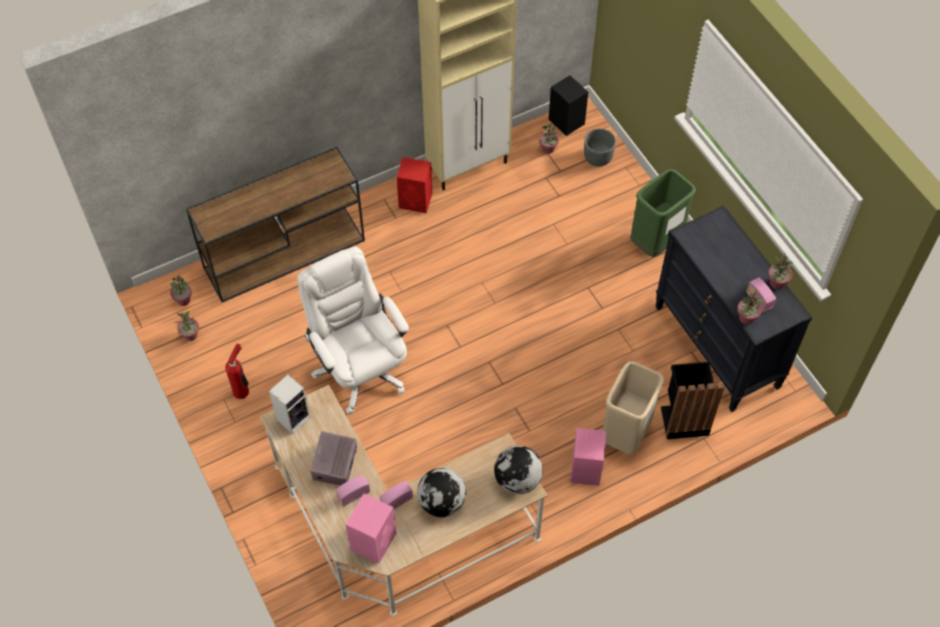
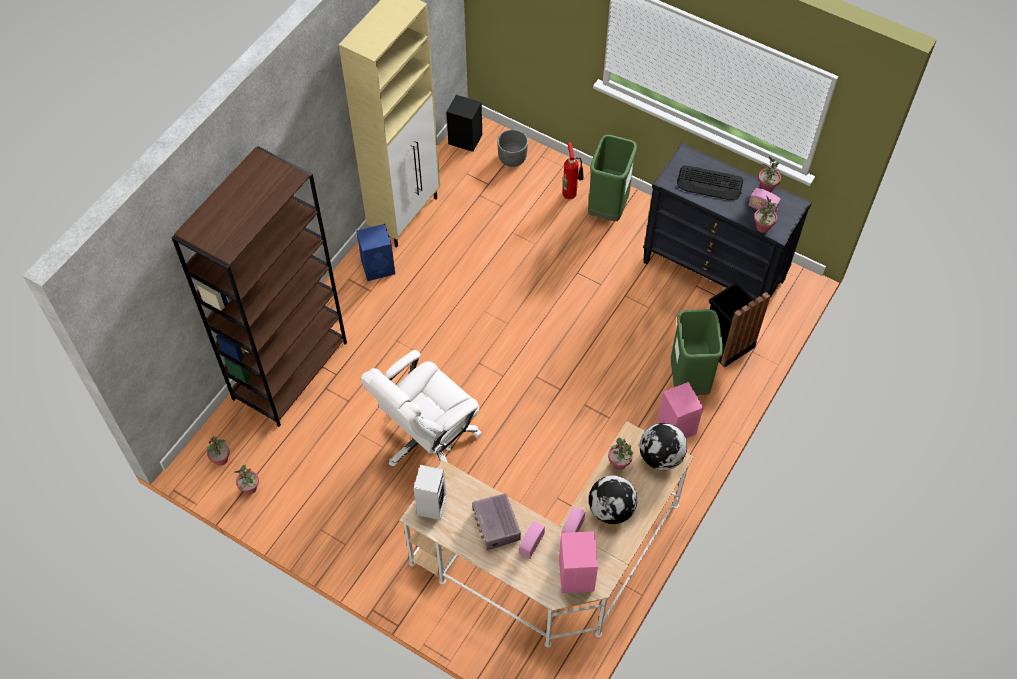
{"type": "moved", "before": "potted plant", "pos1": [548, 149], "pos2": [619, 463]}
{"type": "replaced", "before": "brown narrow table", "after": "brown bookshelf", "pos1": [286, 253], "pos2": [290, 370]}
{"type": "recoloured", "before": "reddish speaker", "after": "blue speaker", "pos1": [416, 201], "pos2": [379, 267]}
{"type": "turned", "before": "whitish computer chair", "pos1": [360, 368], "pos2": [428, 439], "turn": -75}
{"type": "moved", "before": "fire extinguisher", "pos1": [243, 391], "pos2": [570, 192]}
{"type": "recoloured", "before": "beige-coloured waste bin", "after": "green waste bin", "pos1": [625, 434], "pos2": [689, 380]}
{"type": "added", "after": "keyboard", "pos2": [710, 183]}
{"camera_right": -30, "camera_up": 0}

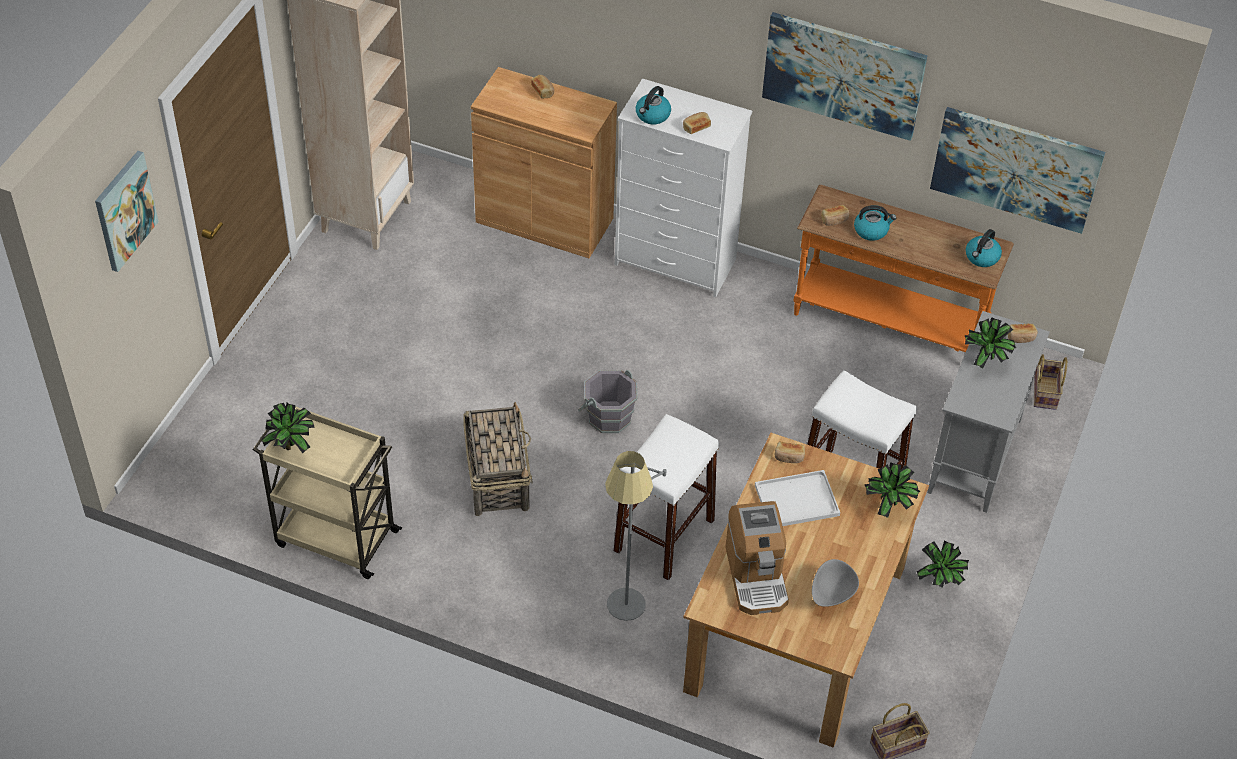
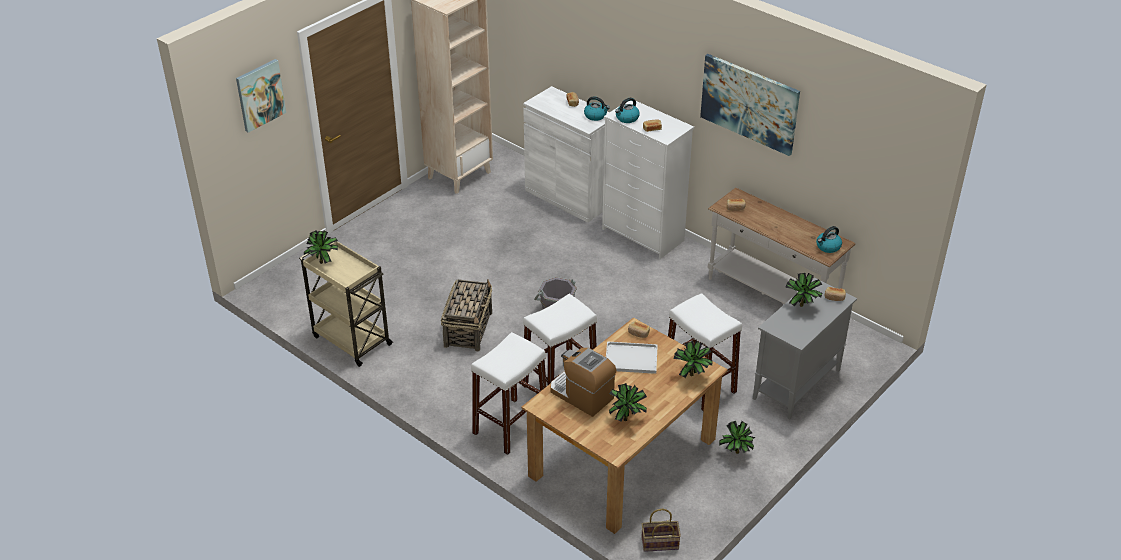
{"type": "recoloured", "before": "brown cabinet", "after": "whitish cabinet", "pos1": [544, 220], "pos2": [569, 197]}
{"type": "removed", "before": "wall picture", "pos1": [1016, 168]}
{"type": "recoloured", "before": "orange-coloured narrow table", "after": "whitish narrow table", "pos1": [888, 325], "pos2": [770, 297]}
{"type": "moved", "before": "tea kettle", "pos1": [871, 230], "pos2": [596, 116]}
{"type": "removed", "before": "basket", "pos1": [1046, 393]}
{"type": "replaced", "before": "greyish standing lamp", "after": "whitish stool", "pos1": [625, 619], "pos2": [510, 426]}
{"type": "turned", "before": "coffee maker", "pos1": [756, 576], "pos2": [581, 395], "turn": 120}
{"type": "replaced", "before": "greyish bowl", "after": "potted plant", "pos1": [831, 596], "pos2": [626, 418]}
{"camera_right": 20, "camera_up": -10}

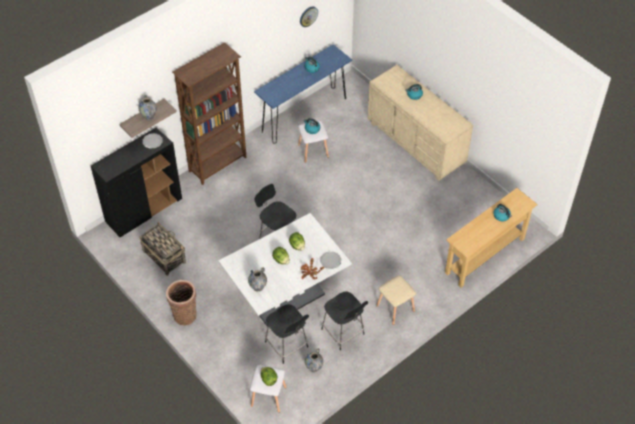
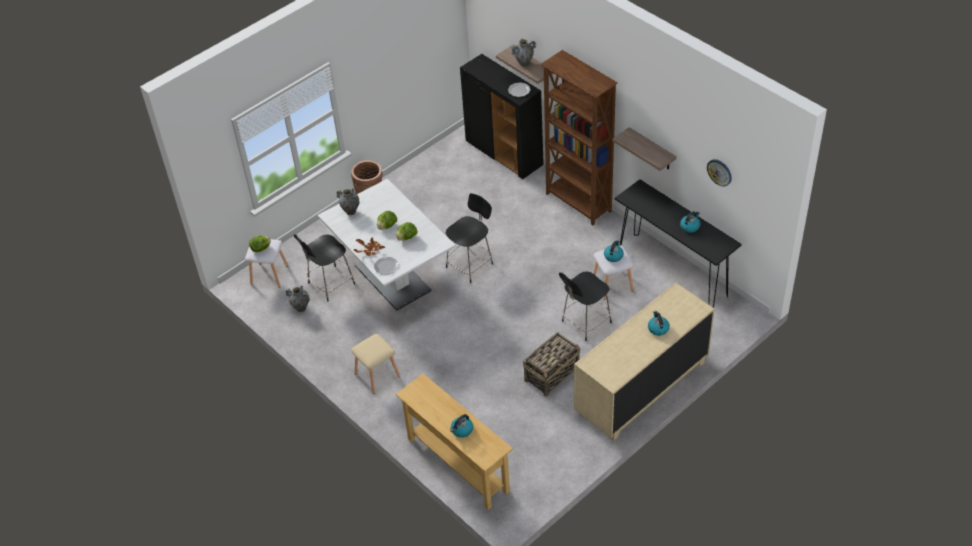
{"type": "recoloured", "before": "blue narrow table", "after": "black narrow table", "pos1": [304, 115], "pos2": [672, 271]}
{"type": "moved", "before": "basket", "pos1": [164, 256], "pos2": [552, 374]}
{"type": "moved", "before": "black upright chair", "pos1": [343, 332], "pos2": [585, 323]}
{"type": "added", "after": "bracket shelf", "pos2": [652, 149]}
{"camera_right": 90, "camera_up": -5}

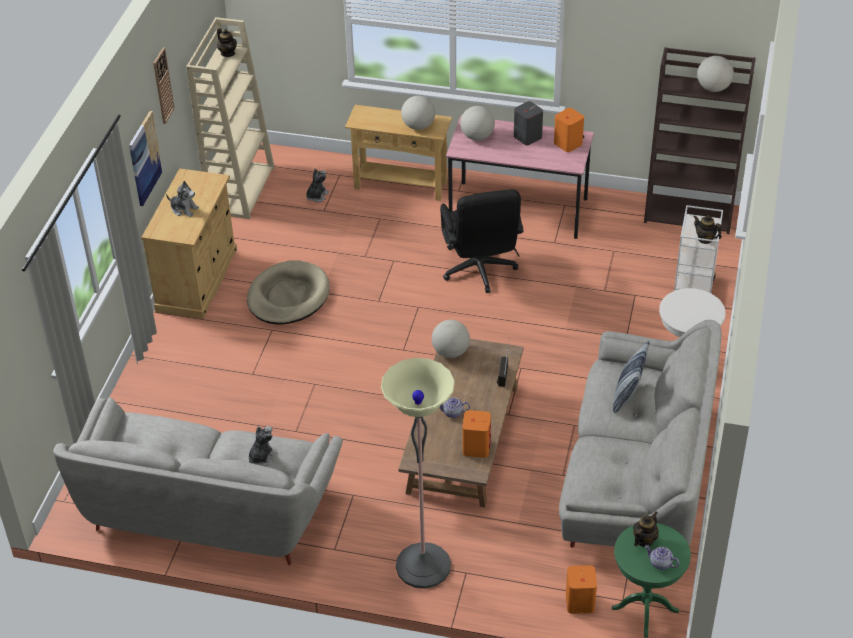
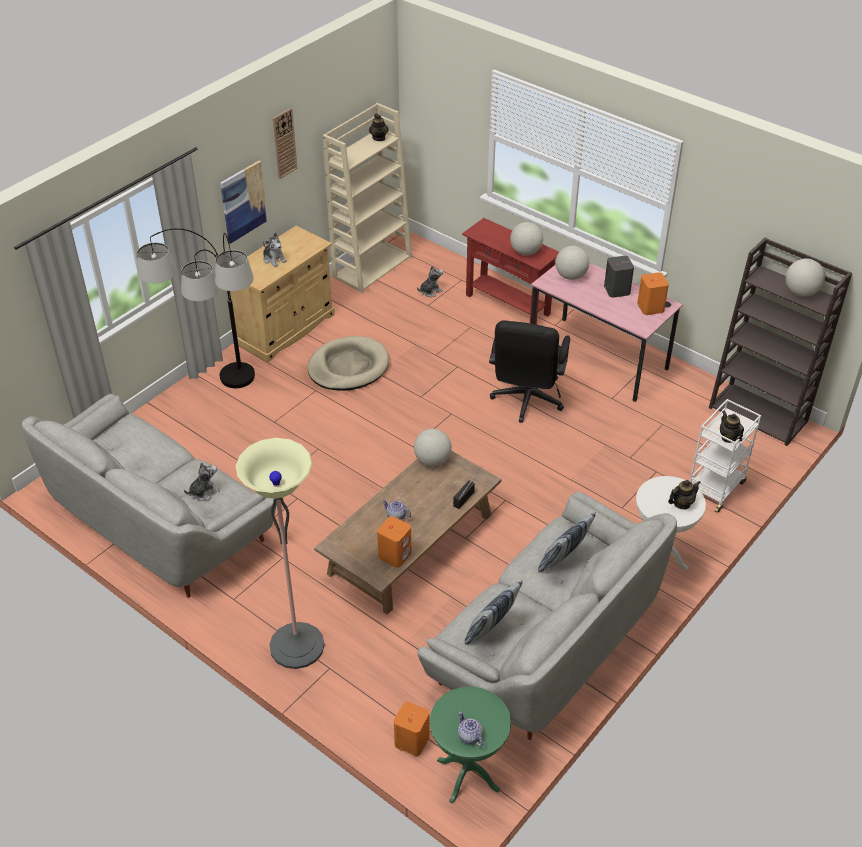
{"type": "recoloured", "before": "beige-coloured narrow table", "after": "reddish narrow table", "pos1": [400, 185], "pos2": [507, 304]}
{"type": "moved", "before": "pot for tea", "pos1": [644, 540], "pos2": [681, 503]}
{"type": "added", "after": "standing lamp", "pos2": [226, 406]}
{"type": "added", "after": "cushion", "pos2": [491, 630]}
{"camera_right": 25, "camera_up": 0}

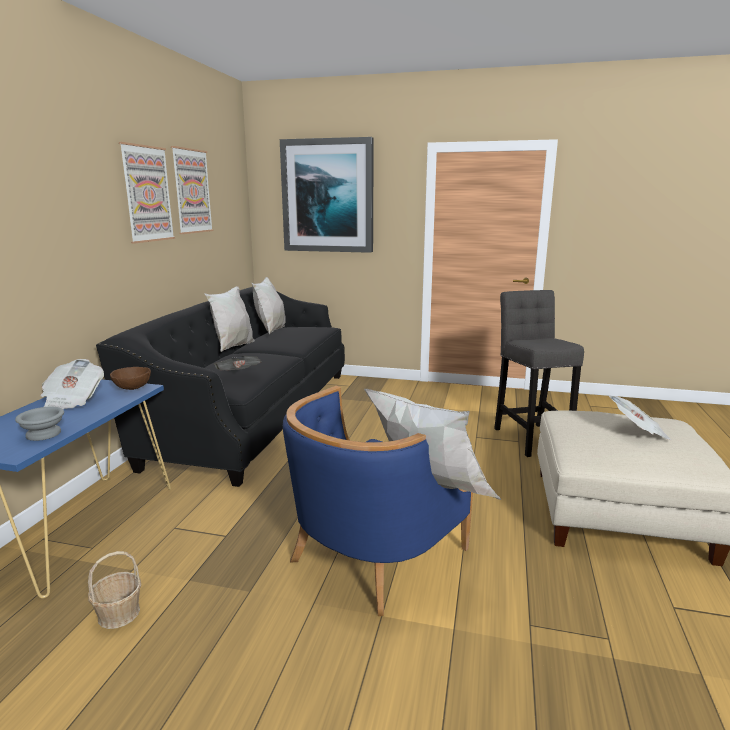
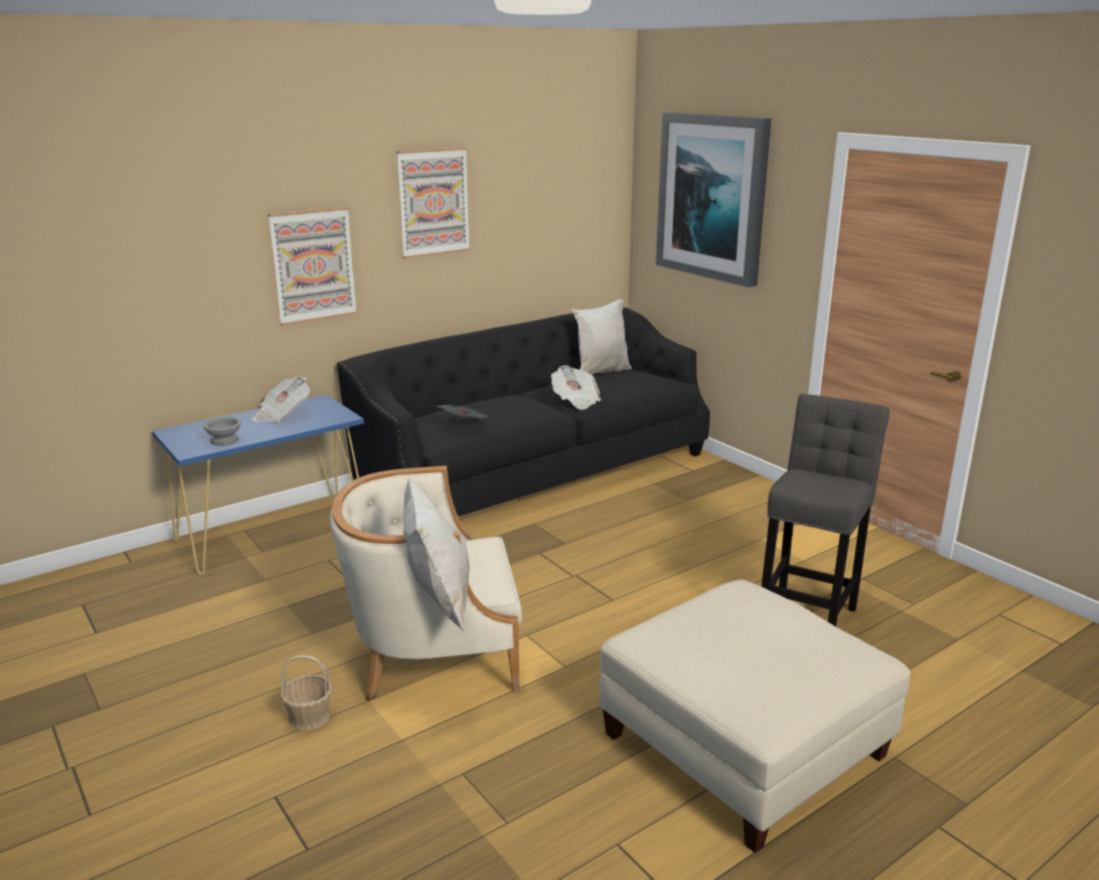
{"type": "moved", "before": "wall picture", "pos1": [192, 191], "pos2": [313, 265]}
{"type": "removed", "before": "whitish cushion", "pos1": [233, 347]}
{"type": "removed", "before": "brown bowl", "pos1": [133, 388]}
{"type": "recoloured", "before": "blue easy chair", "after": "beige-coloured easy chair", "pos1": [373, 554], "pos2": [434, 653]}
{"type": "moved", "before": "daily paper", "pos1": [637, 432], "pos2": [575, 401]}
{"type": "moved", "before": "basket", "pos1": [118, 614], "pos2": [309, 716]}
{"camera_right": 40, "camera_up": 5}

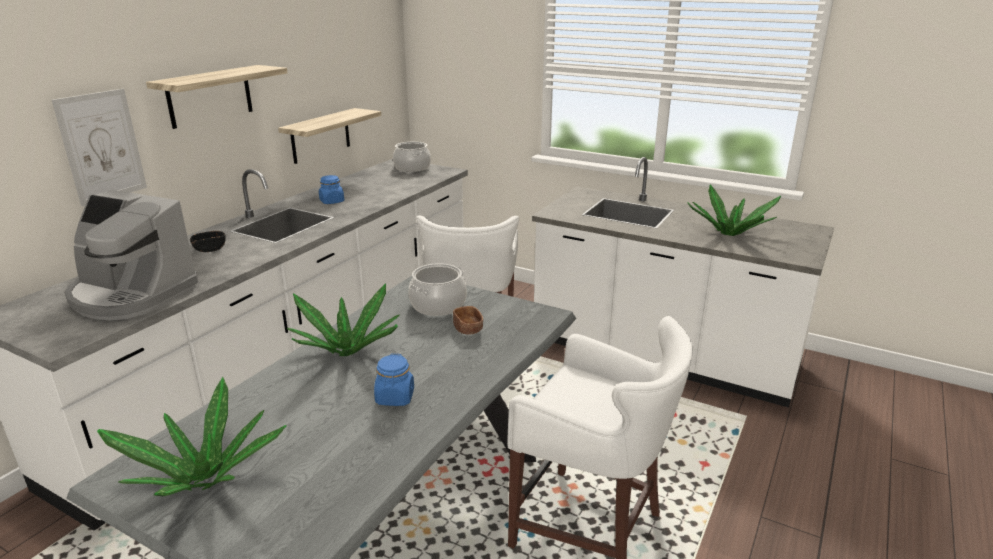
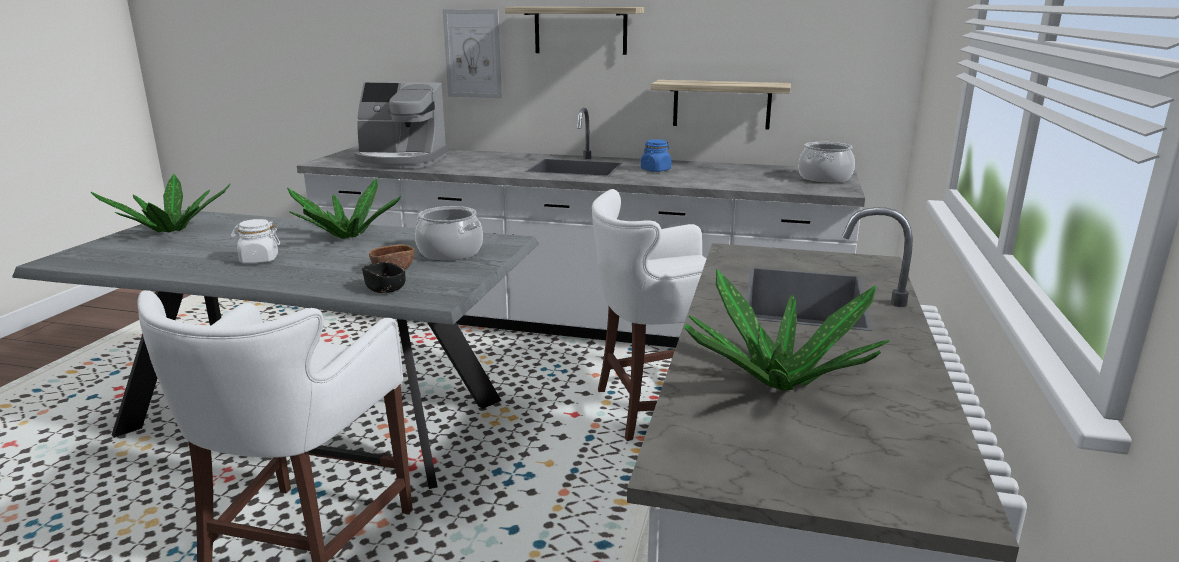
{"type": "turned", "before": "coffee maker", "pos1": [131, 295], "pos2": [400, 161], "turn": -90}
{"type": "moved", "before": "black bowl", "pos1": [210, 249], "pos2": [385, 289]}
{"type": "recoloured", "before": "blue preserve jar", "after": "whitish preserve jar", "pos1": [395, 397], "pos2": [259, 260]}
{"camera_right": 75, "camera_up": -5}

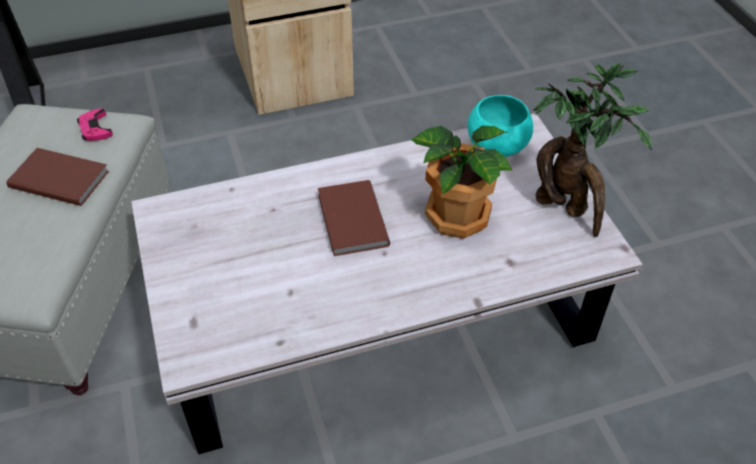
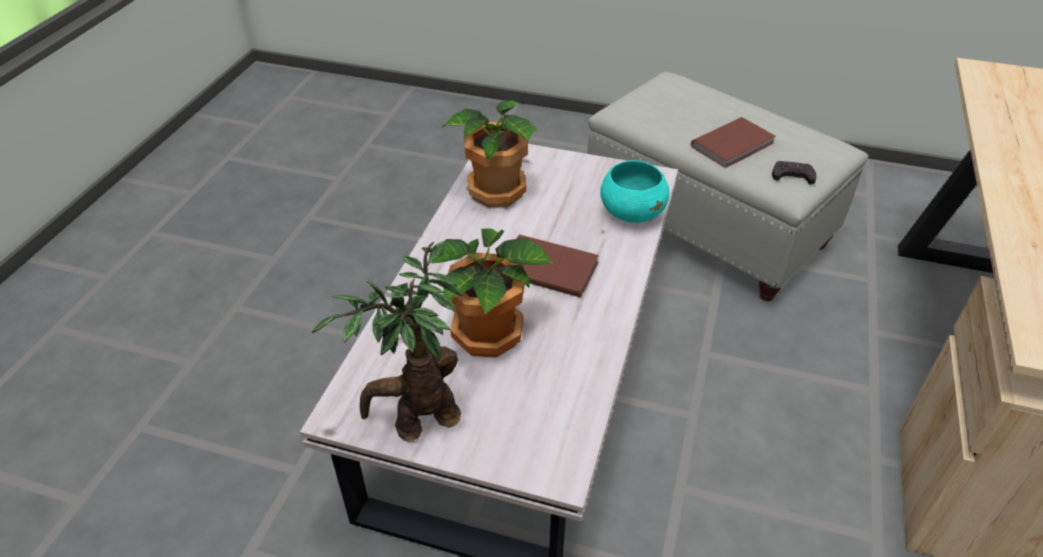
{"type": "moved", "before": "turquoise bowl", "pos1": [496, 146], "pos2": [632, 213]}
{"type": "recoloured", "before": "pink-coloured joypad", "after": "black joypad", "pos1": [95, 128], "pos2": [792, 175]}
{"type": "added", "after": "potted plant", "pos2": [495, 190]}
{"camera_right": 125, "camera_up": -5}

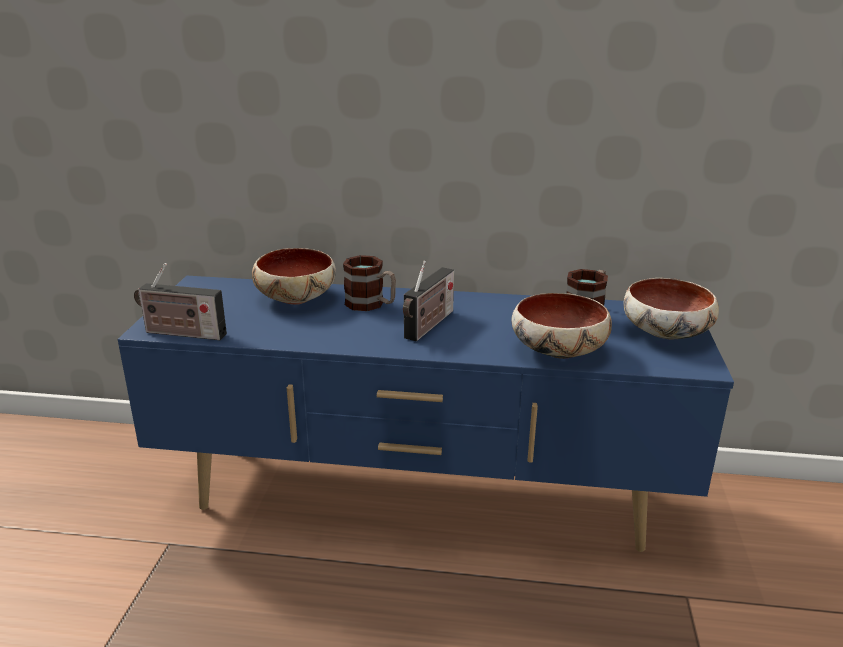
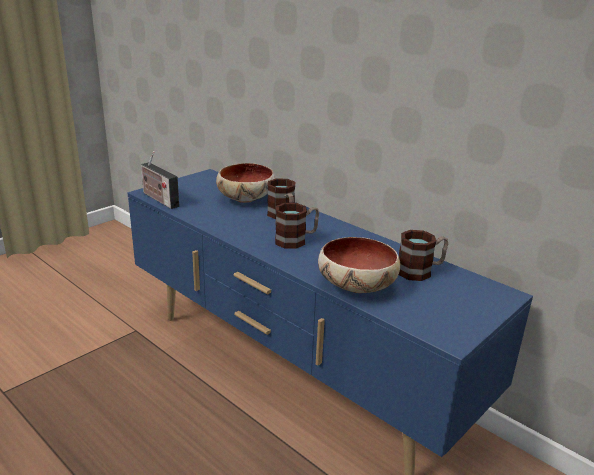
{"type": "replaced", "before": "radio receiver", "after": "mug", "pos1": [428, 326], "pos2": [296, 240]}
{"type": "removed", "before": "bowl", "pos1": [666, 334]}
{"camera_right": 35, "camera_up": 0}

